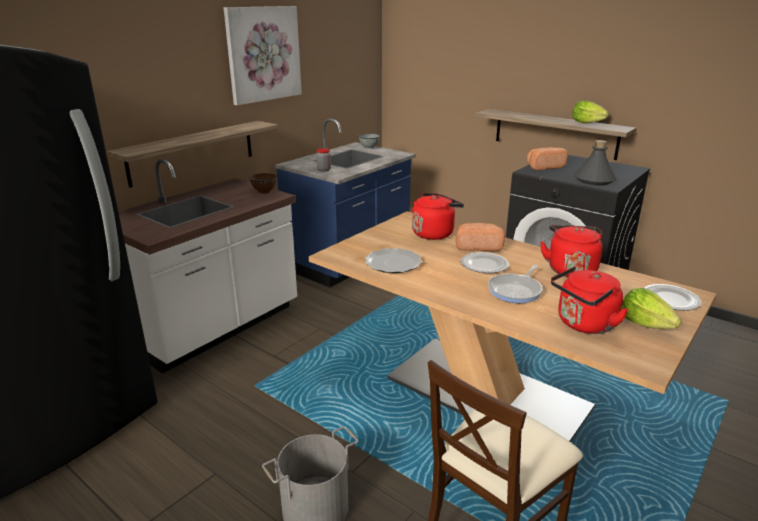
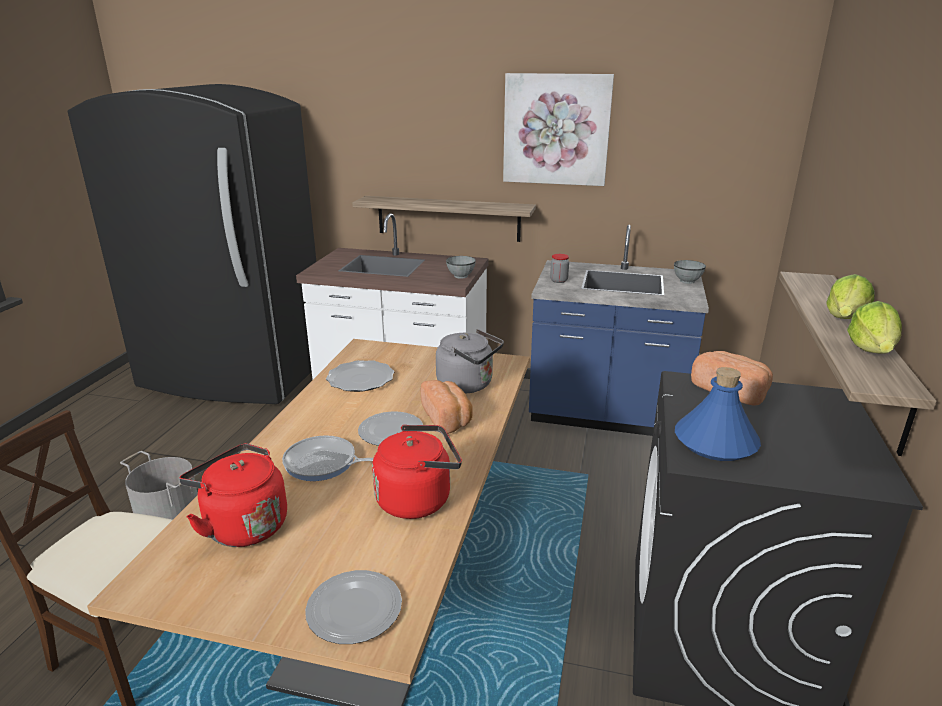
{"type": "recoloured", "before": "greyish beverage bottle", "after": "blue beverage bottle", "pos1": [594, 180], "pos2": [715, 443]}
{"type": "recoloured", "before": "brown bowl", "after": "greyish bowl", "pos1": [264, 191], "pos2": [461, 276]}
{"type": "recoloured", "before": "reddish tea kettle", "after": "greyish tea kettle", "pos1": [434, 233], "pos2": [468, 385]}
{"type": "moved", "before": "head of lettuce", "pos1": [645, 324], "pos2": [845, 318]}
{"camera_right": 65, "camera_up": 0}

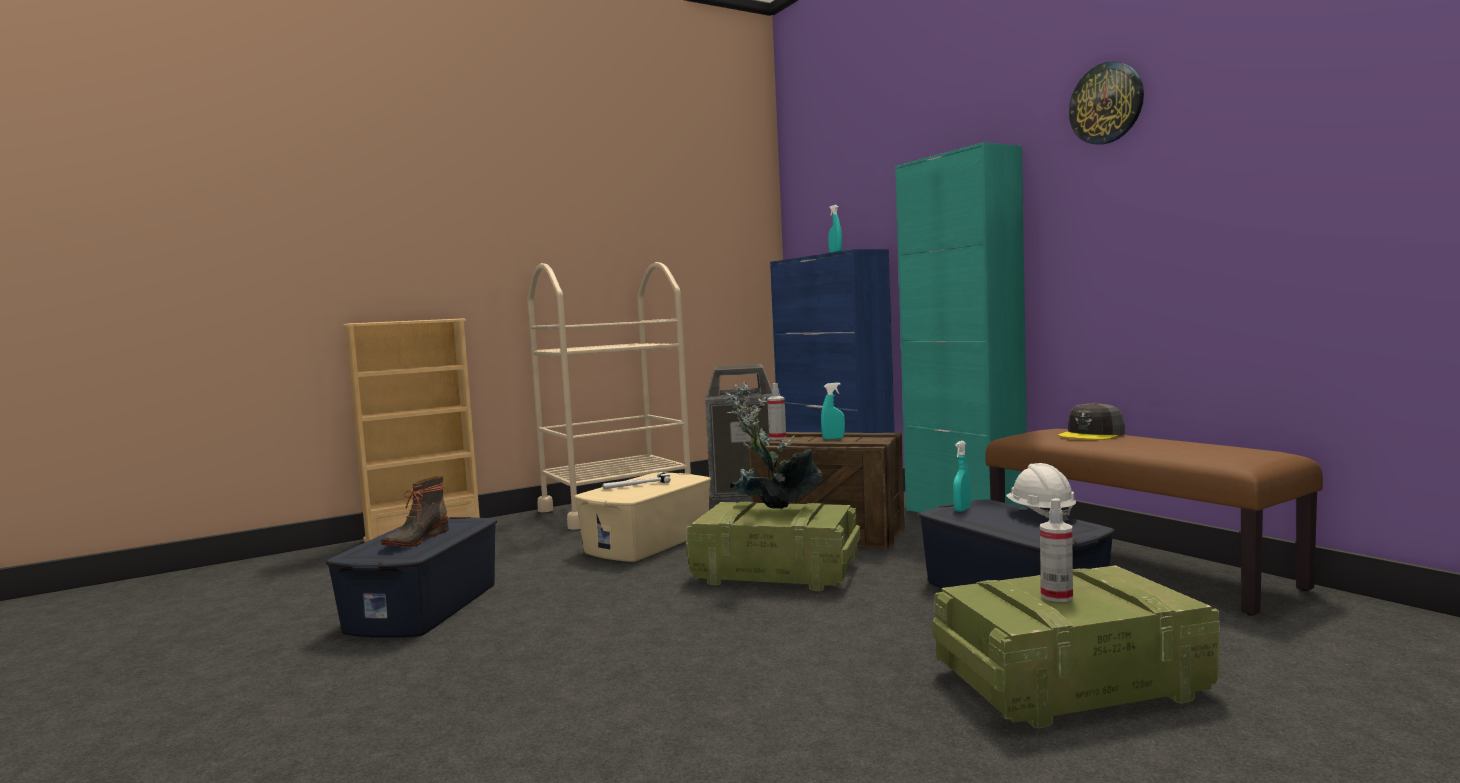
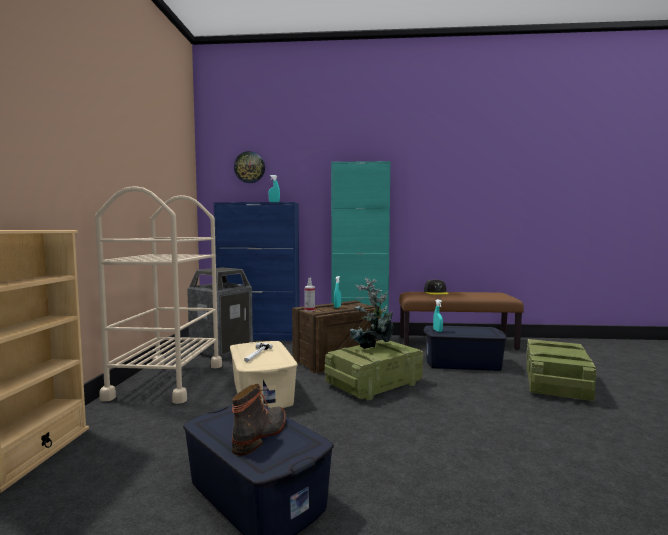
{"type": "moved", "before": "wall clock", "pos1": [1106, 104], "pos2": [249, 167]}
{"type": "removed", "before": "whitish work helmet", "pos1": [1040, 515]}
{"type": "turned", "before": "high-top boot", "pos1": [415, 540], "pos2": [261, 434], "turn": -120}
{"type": "removed", "before": "hand sprayer", "pos1": [1057, 596]}
{"camera_right": -55, "camera_up": 0}

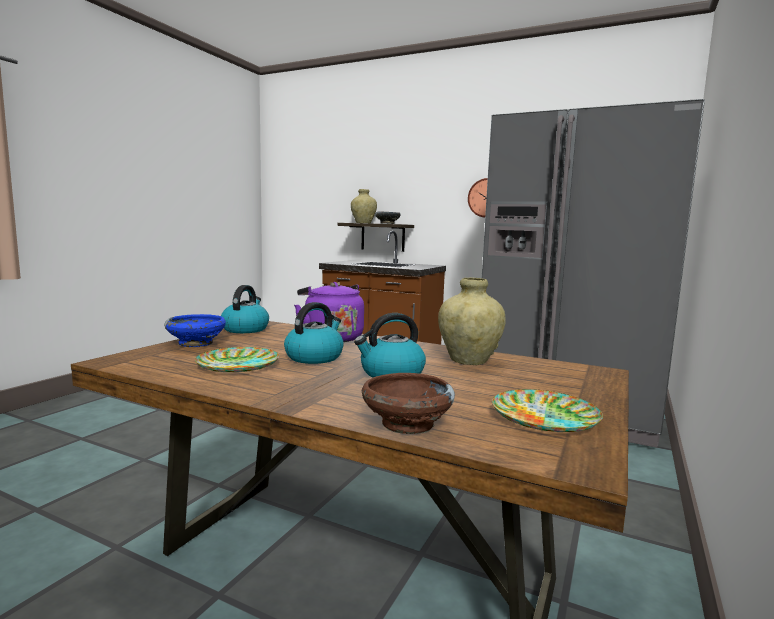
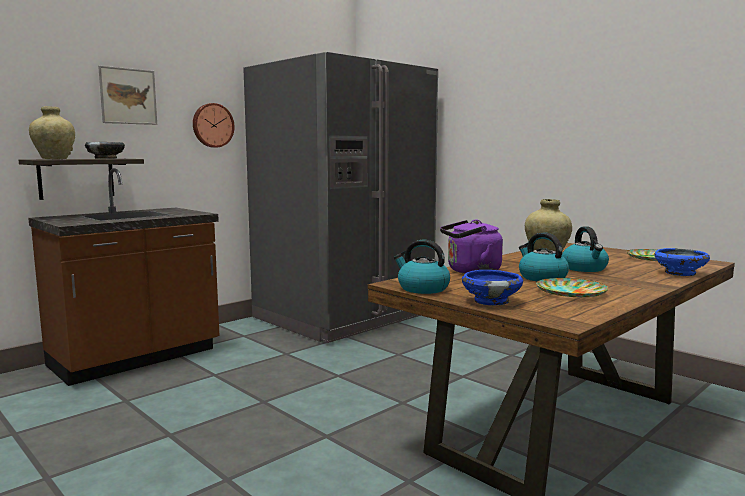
{"type": "recoloured", "before": "brown bowl", "after": "blue bowl", "pos1": [406, 424], "pos2": [679, 273]}
{"type": "added", "after": "wall picture", "pos2": [128, 96]}
{"camera_right": -70, "camera_up": 0}

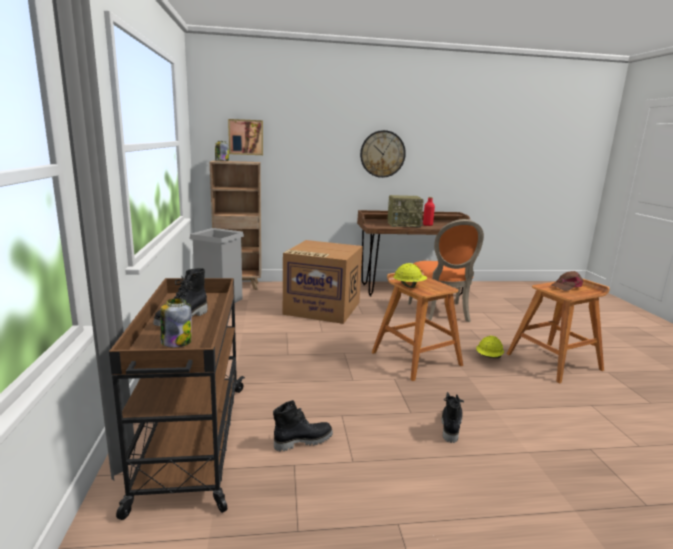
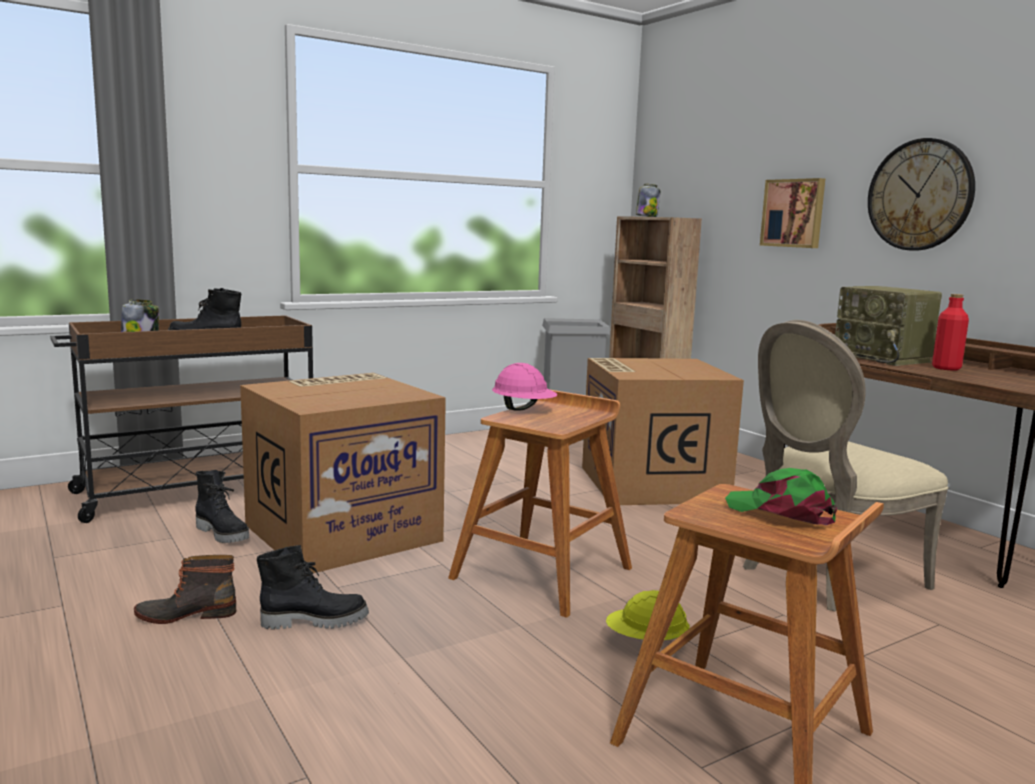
{"type": "moved", "before": "wall picture", "pos1": [246, 137], "pos2": [794, 213]}
{"type": "recoloured", "before": "orange-coloured upright chair", "after": "beige-coloured upright chair", "pos1": [441, 313], "pos2": [825, 576]}
{"type": "recoloured", "before": "yellow-coloured work helmet", "after": "pink-coloured work helmet", "pos1": [409, 286], "pos2": [524, 410]}
{"type": "recoloured", "before": "brown peaked cap", "after": "green peaked cap", "pos1": [566, 286], "pos2": [781, 512]}
{"type": "added", "after": "packing box", "pos2": [344, 531]}
{"type": "added", "after": "high-top boot", "pos2": [187, 614]}
{"camera_right": 65, "camera_up": -5}

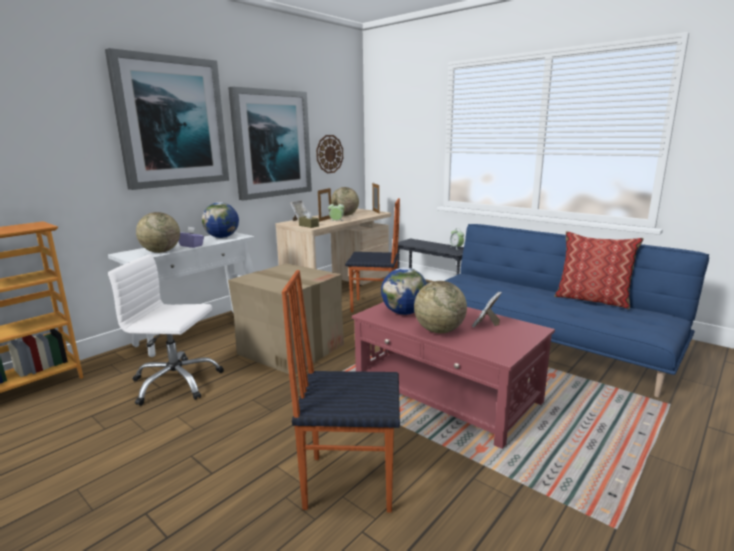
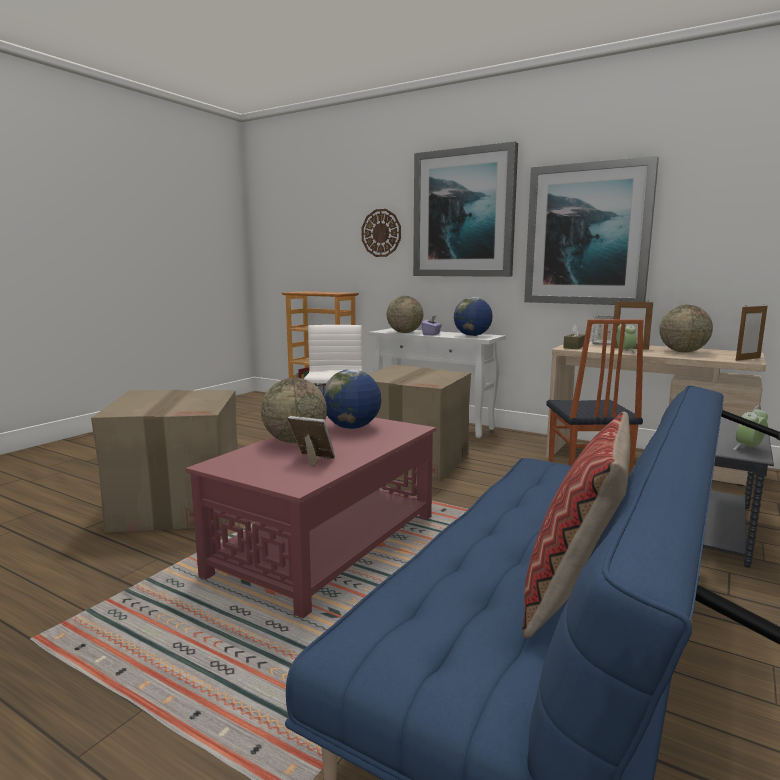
{"type": "moved", "before": "wall clock", "pos1": [329, 154], "pos2": [381, 233]}
{"type": "replaced", "before": "upright chair", "after": "packing box", "pos1": [349, 481], "pos2": [179, 505]}
{"camera_right": 80, "camera_up": -5}

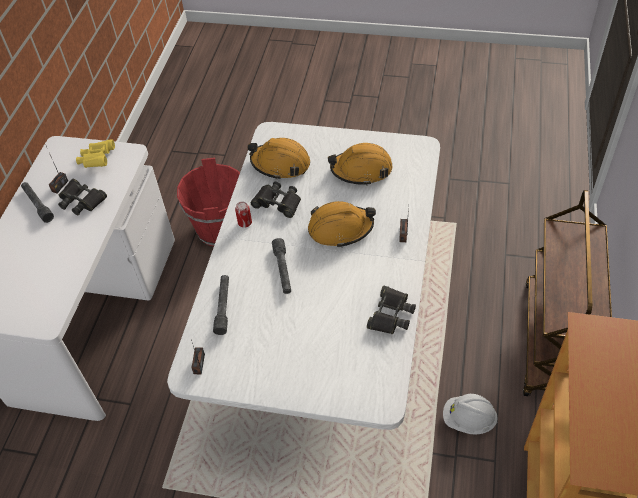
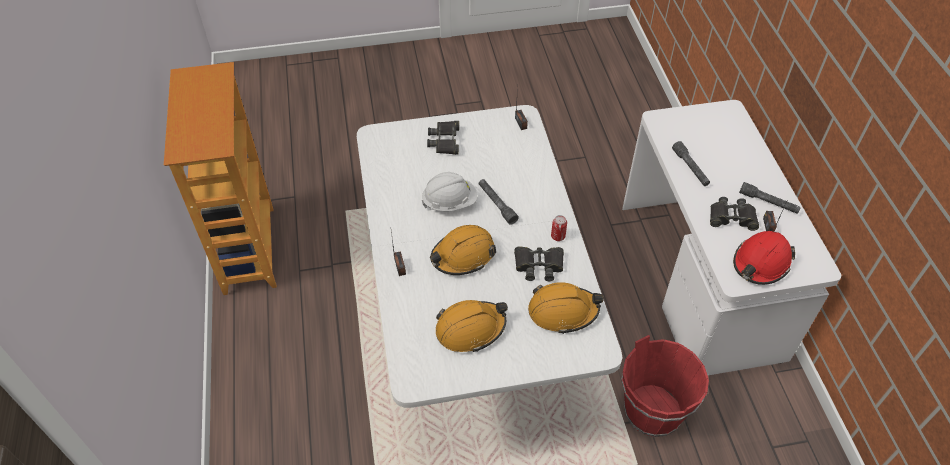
{"type": "replaced", "before": "yellow-coloured field glasses", "after": "reddish work helmet", "pos1": [97, 160], "pos2": [761, 263]}
{"type": "removed", "before": "brown trolley", "pos1": [554, 342]}
{"type": "moved", "before": "greyish flashlight", "pos1": [223, 307], "pos2": [690, 168]}
{"type": "moved", "before": "black field glasses", "pos1": [390, 314], "pos2": [445, 141]}
{"type": "moved", "before": "whitish work helmet", "pos1": [468, 420], "pos2": [450, 202]}
{"camera_right": 155, "camera_up": 0}

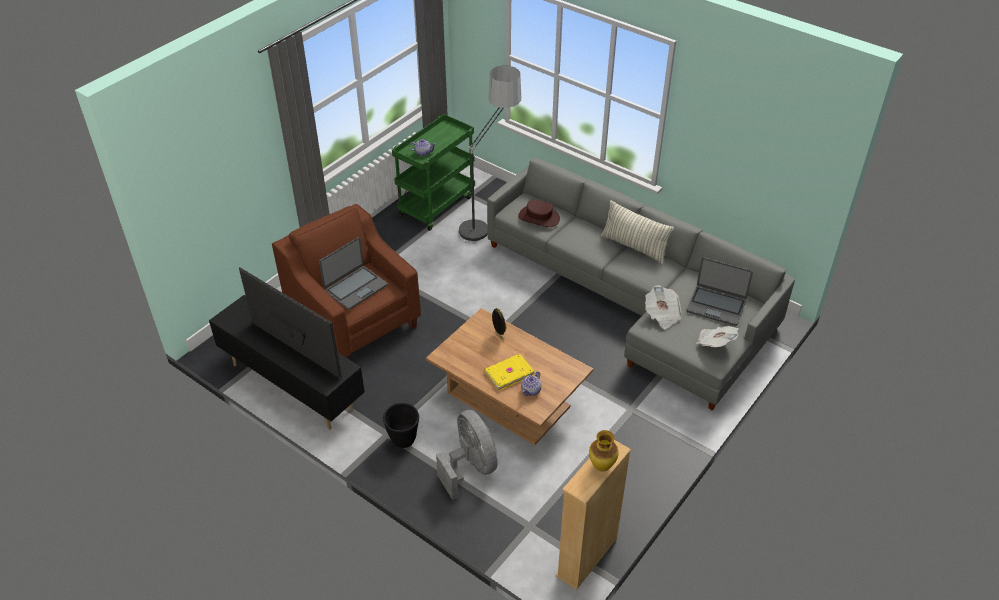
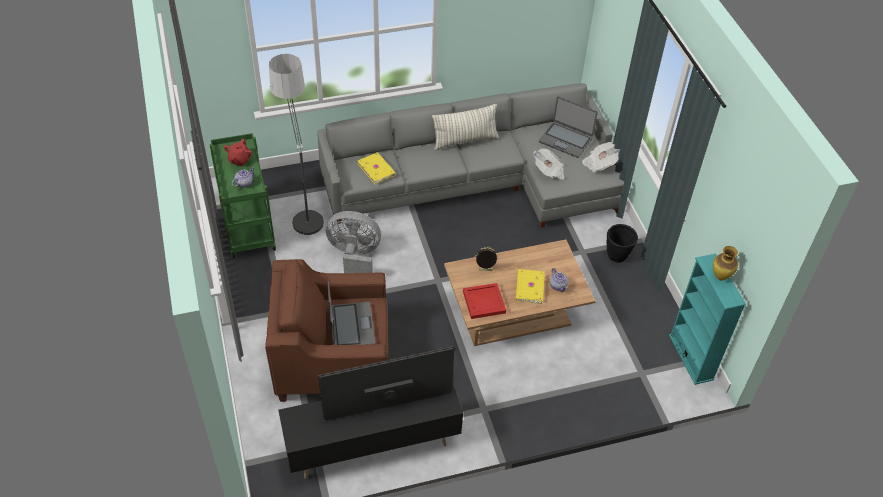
{"type": "replaced", "before": "brown wearable hat", "after": "yellow-coloured book", "pos1": [539, 217], "pos2": [377, 169]}
{"type": "turned", "before": "laptop", "pos1": [716, 306], "pos2": [566, 140], "turn": 60}
{"type": "moved", "before": "black flower pot", "pos1": [403, 440], "pos2": [617, 256]}
{"type": "moved", "before": "greyish fan", "pos1": [470, 467], "pos2": [354, 257]}
{"type": "recoloured", "before": "beige-coloured bookshelf", "after": "turquoise bookshelf", "pos1": [587, 557], "pos2": [691, 357]}
{"type": "added", "after": "reddish pot for tea", "pos2": [239, 160]}
{"type": "added", "after": "reddish serving tray", "pos2": [484, 302]}
{"camera_right": -55, "camera_up": 5}

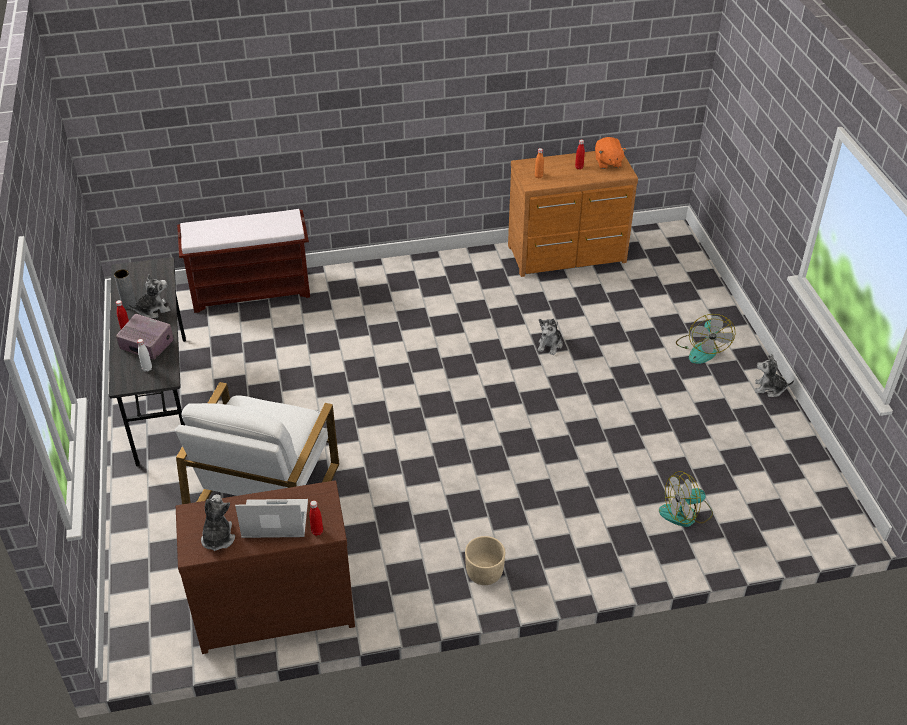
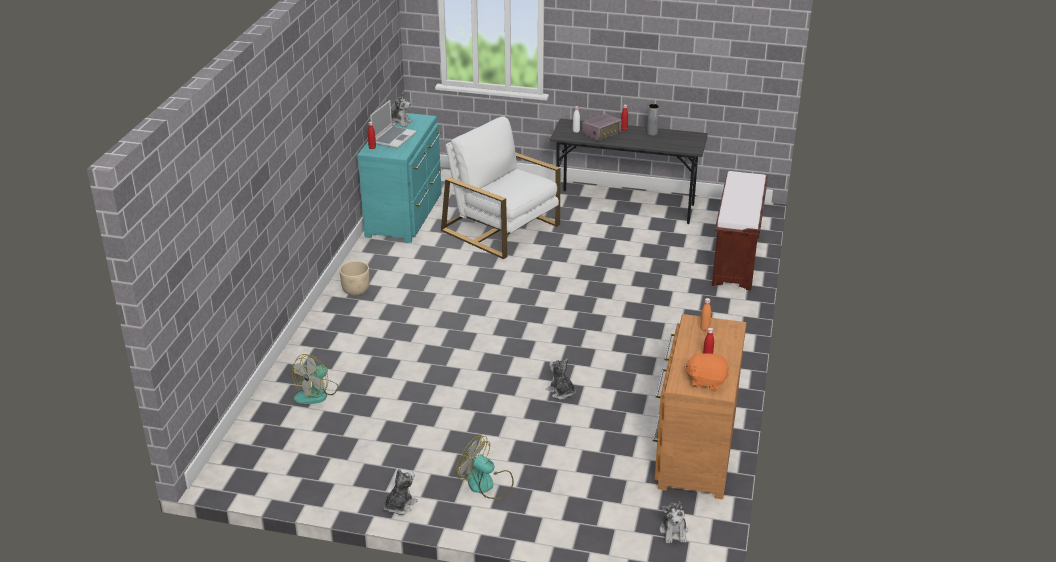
{"type": "moved", "before": "plush toy", "pos1": [153, 310], "pos2": [674, 531]}
{"type": "turned", "before": "fan", "pos1": [686, 513], "pos2": [317, 393], "turn": -150}
{"type": "recoloured", "before": "brown dresser", "after": "turquoise dresser", "pos1": [274, 606], "pos2": [406, 215]}
{"camera_right": 115, "camera_up": -10}

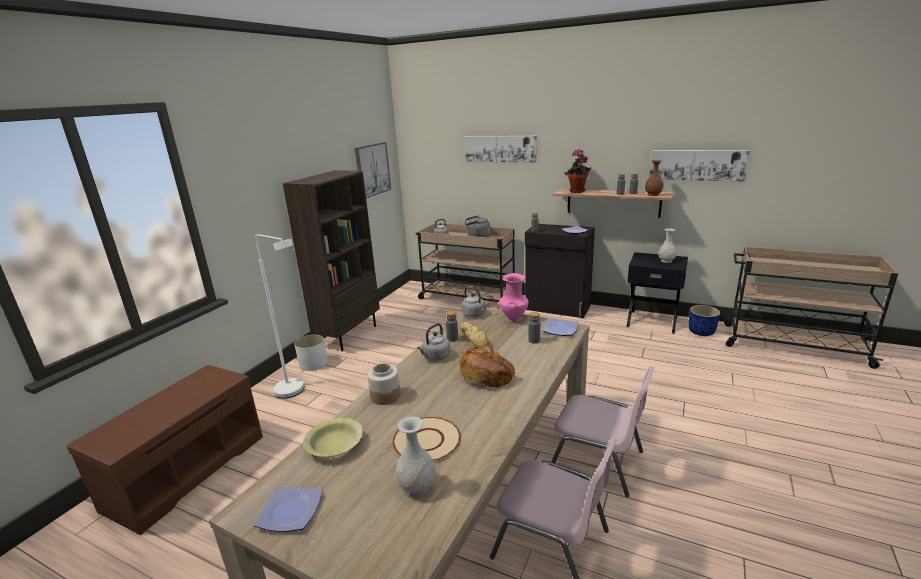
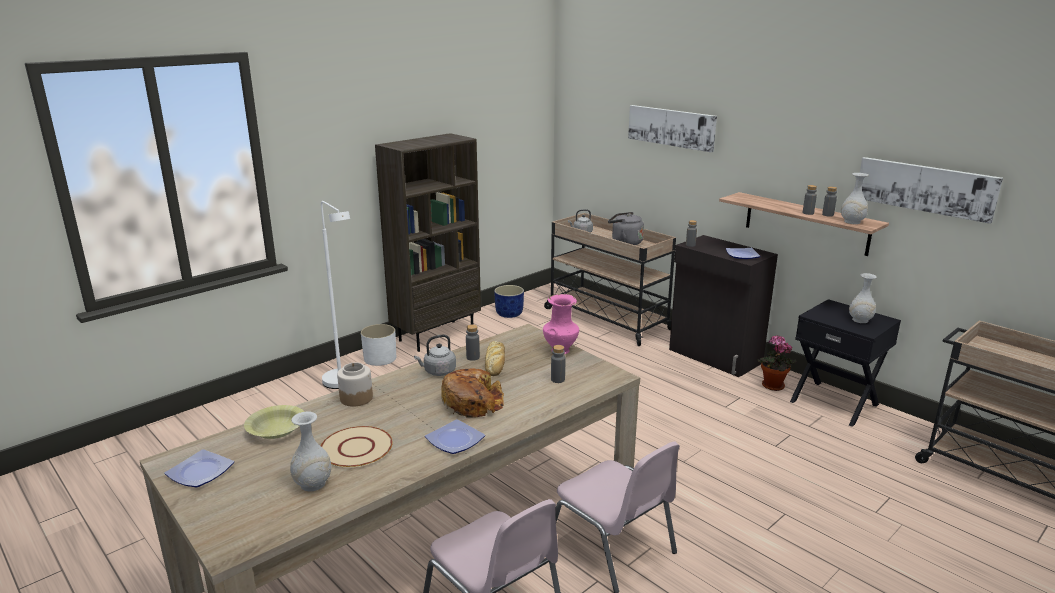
{"type": "removed", "before": "wall picture", "pos1": [372, 169]}
{"type": "moved", "before": "potted plant", "pos1": [577, 191], "pos2": [772, 387]}
{"type": "recoloured", "before": "brown vase", "after": "whitish vase", "pos1": [653, 195], "pos2": [852, 222]}
{"type": "removed", "before": "greyish tea kettle", "pos1": [475, 314]}
{"type": "moved", "before": "blue flower pot", "pos1": [701, 332], "pos2": [509, 314]}
{"type": "moved", "before": "flat dish", "pos1": [560, 329], "pos2": [456, 440]}
{"type": "removed", "before": "brown bench", "pos1": [187, 470]}
{"camera_right": 20, "camera_up": 0}

